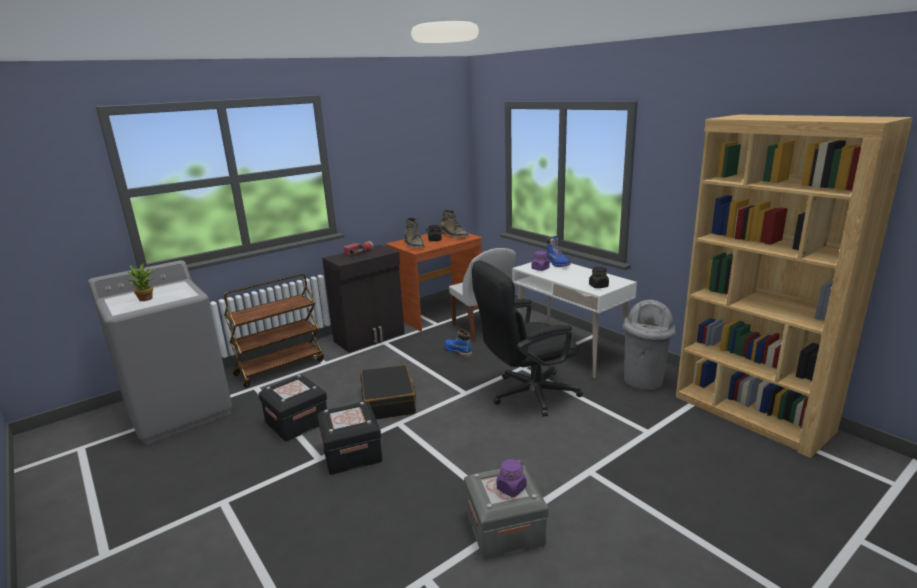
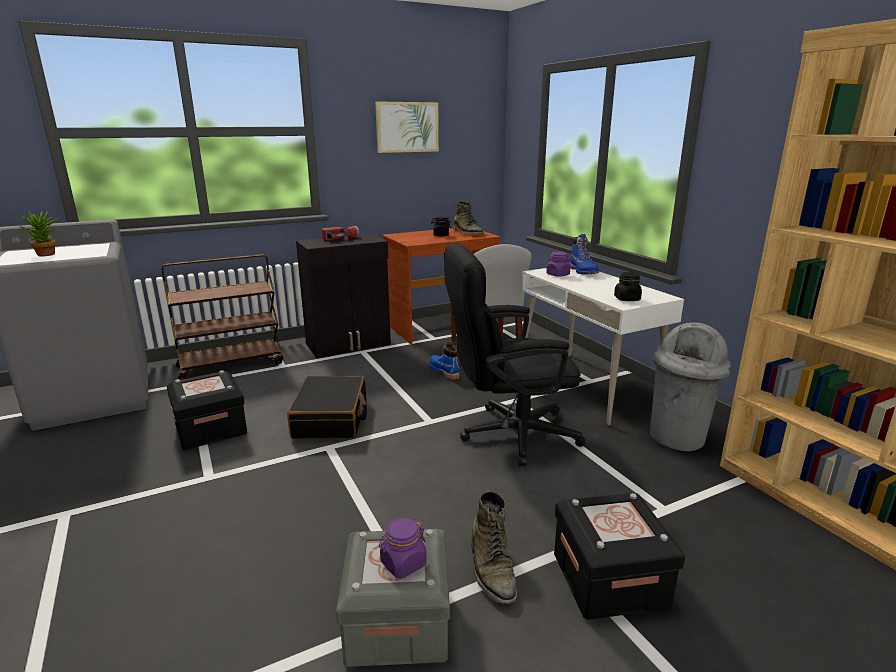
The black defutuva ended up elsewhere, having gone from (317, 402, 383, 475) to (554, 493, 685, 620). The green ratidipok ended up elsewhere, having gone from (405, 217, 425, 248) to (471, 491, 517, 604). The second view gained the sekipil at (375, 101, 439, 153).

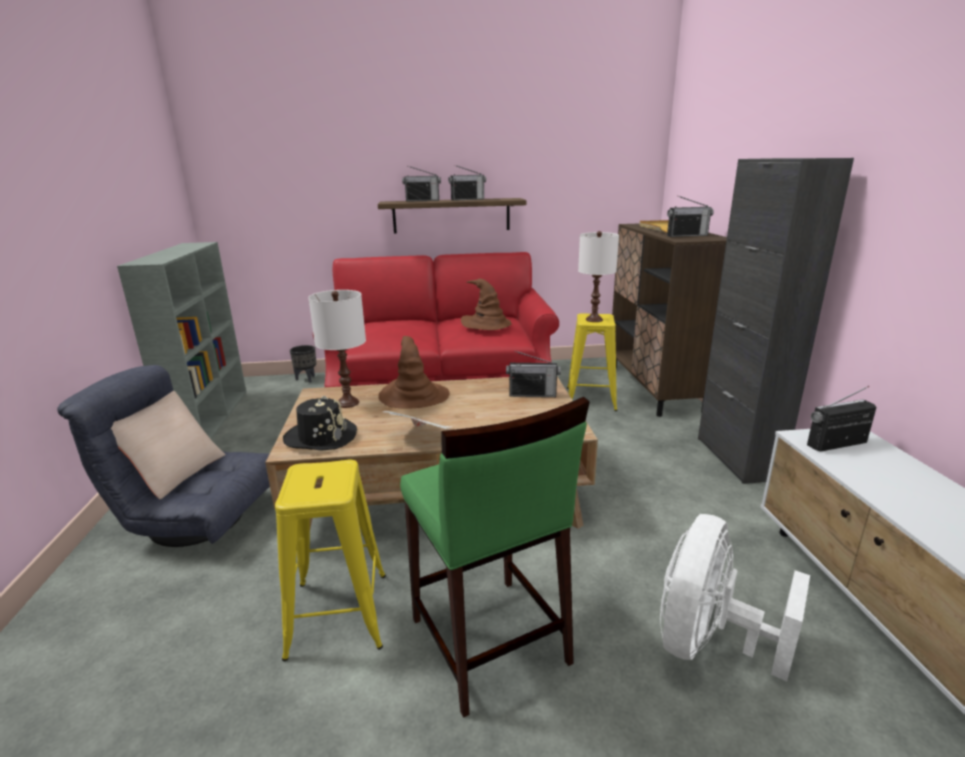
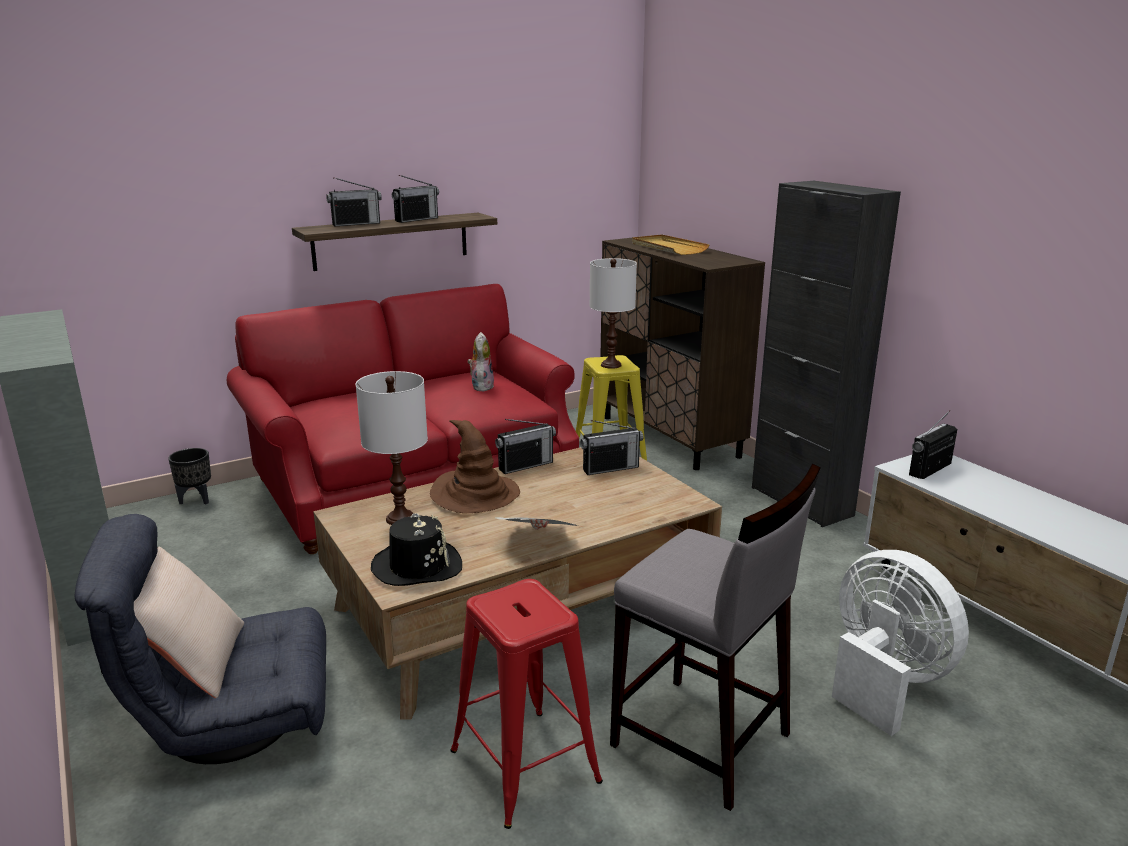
What was the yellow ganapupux at (275, 460, 386, 661) turned into the red ganapupux at (450, 579, 603, 829). What was the green ganapupux at (400, 397, 590, 718) turned into the grey ganapupux at (610, 464, 821, 811). Where the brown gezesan stood at (461, 278, 512, 330), the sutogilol came to stand at (468, 332, 494, 392). The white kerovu at (660, 514, 810, 681) ended up facing another way, 135 degrees clockwise from before. The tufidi ended up elsewhere, having gone from (667, 196, 714, 237) to (495, 419, 556, 474).

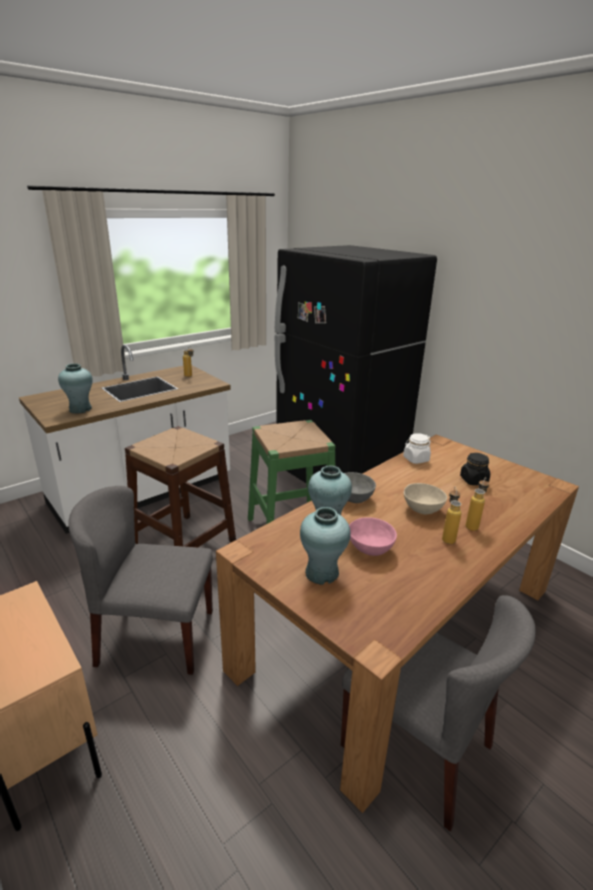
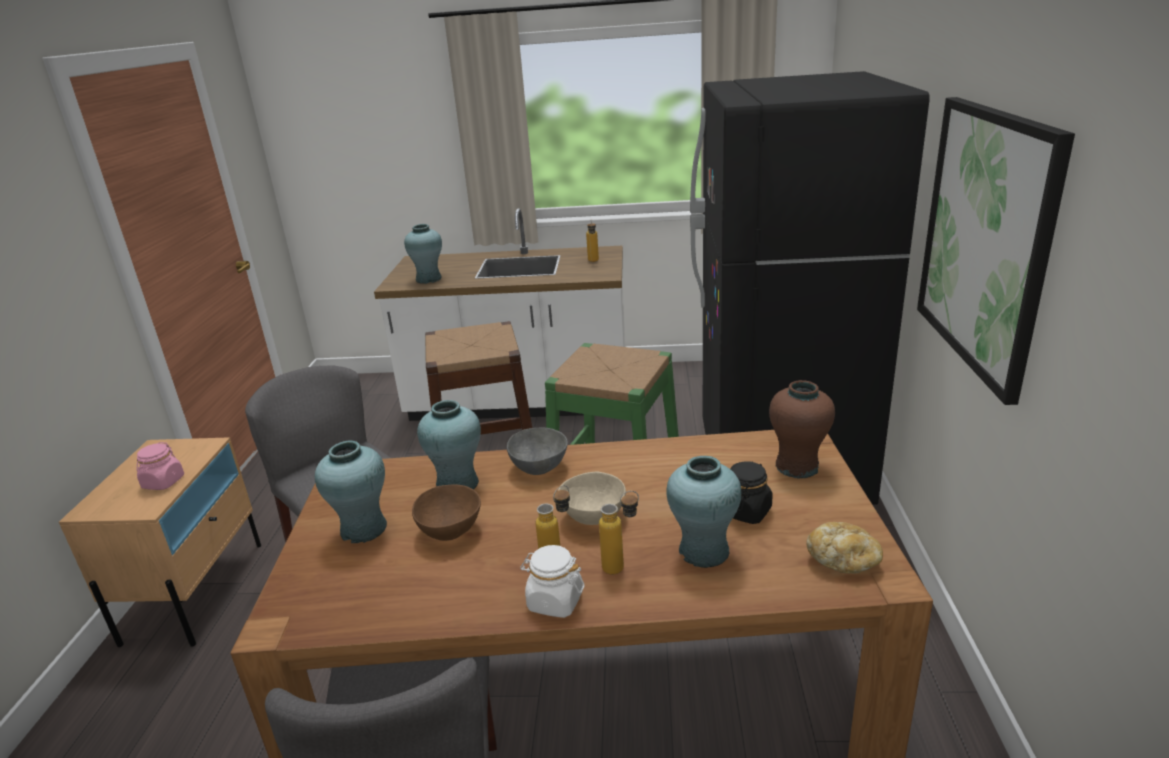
What was the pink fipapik at (349, 517, 397, 556) turned into the brown fipapik at (412, 484, 481, 541). The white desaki ended up elsewhere, having gone from (403, 433, 431, 464) to (520, 545, 585, 618). The second view gained the pink desaki at (136, 442, 184, 490). The second view gained the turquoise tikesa at (666, 456, 741, 568). The second view gained the brown tikesa at (769, 380, 835, 479). The second view gained the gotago at (806, 522, 883, 574). The second view gained the sekipil at (917, 97, 1075, 405).

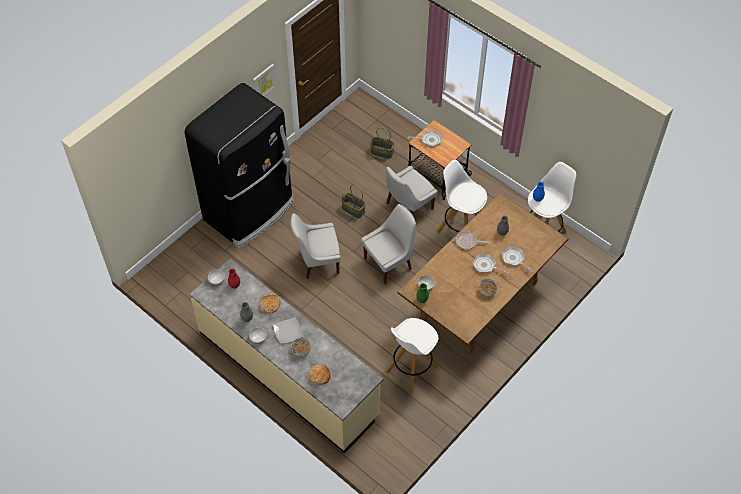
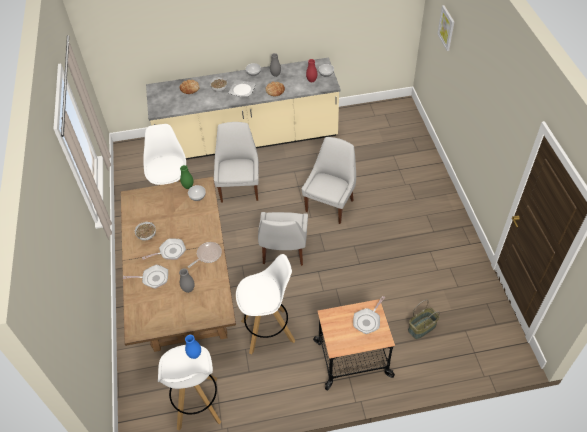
The second view lost the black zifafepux at (185, 83, 294, 248). The sekipil ended up elsewhere, having gone from (253, 64, 276, 96) to (437, 5, 454, 51). The second view lost the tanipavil at (341, 185, 366, 218). The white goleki ended up elsewhere, having gone from (386, 166, 438, 215) to (214, 122, 259, 203).

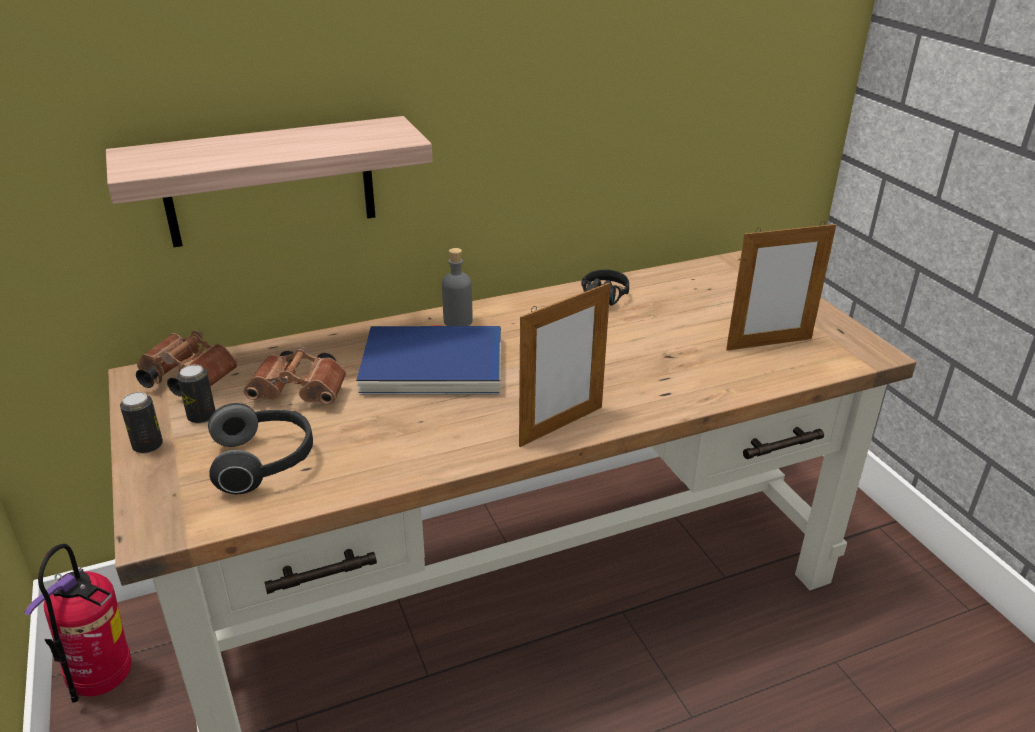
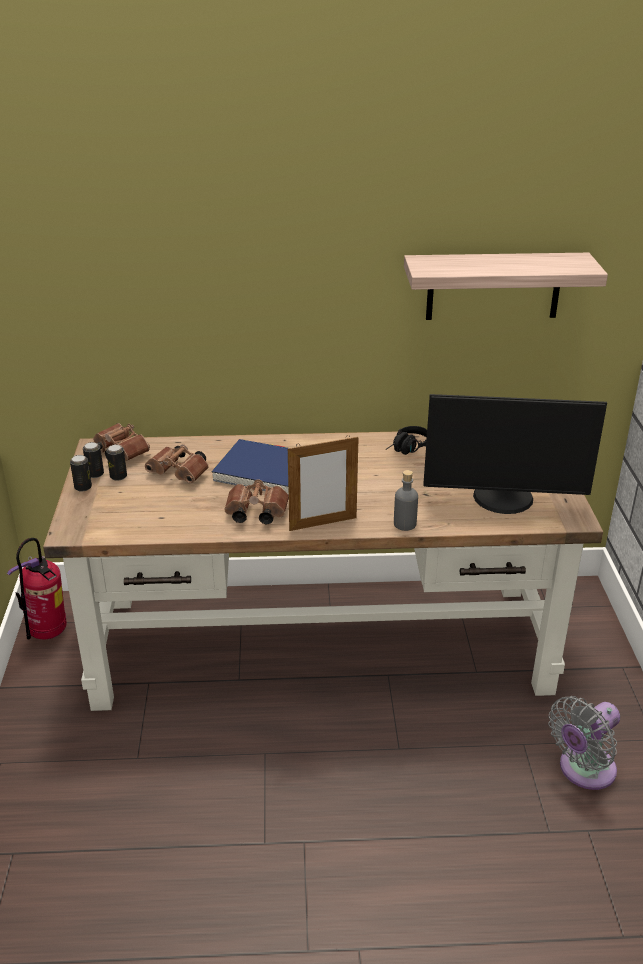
The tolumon ended up elsewhere, having gone from (106, 116, 432, 247) to (404, 253, 608, 320). The second view lost the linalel at (208, 403, 313, 494). The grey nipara ended up elsewhere, having gone from (442, 248, 473, 326) to (394, 470, 418, 531). Where the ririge stood at (726, 221, 836, 351), the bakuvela came to stand at (423, 394, 607, 514). The second view gained the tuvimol at (83, 442, 104, 478). The second view gained the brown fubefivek at (225, 479, 289, 524). The second view gained the grey kerovu at (548, 696, 620, 790).

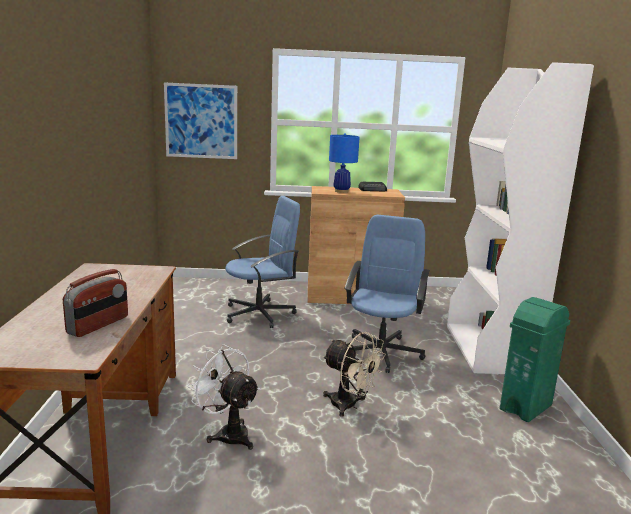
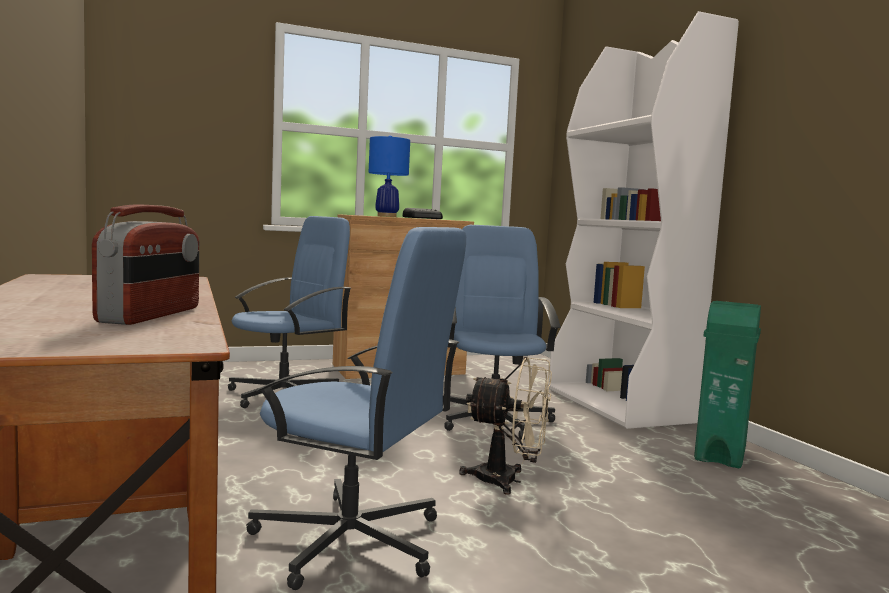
The second view lost the sekipil at (164, 83, 237, 159). Where the white kerovu stood at (187, 344, 260, 450), the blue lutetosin came to stand at (246, 227, 466, 590).

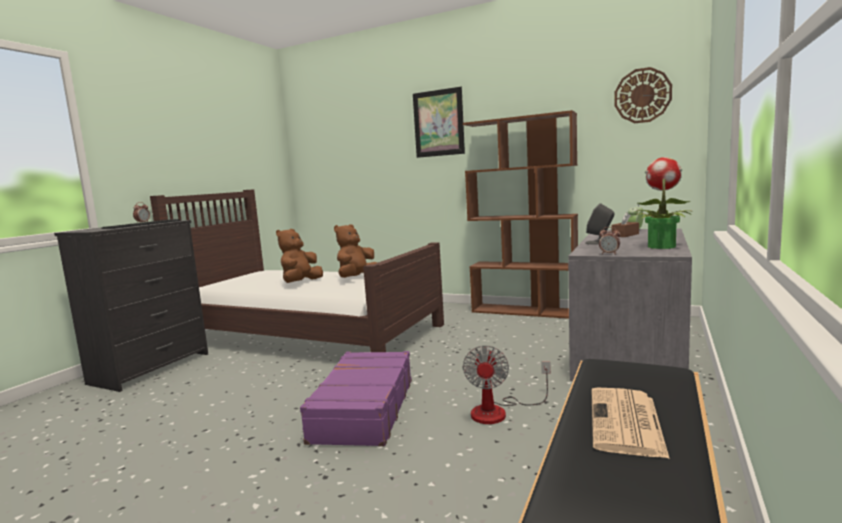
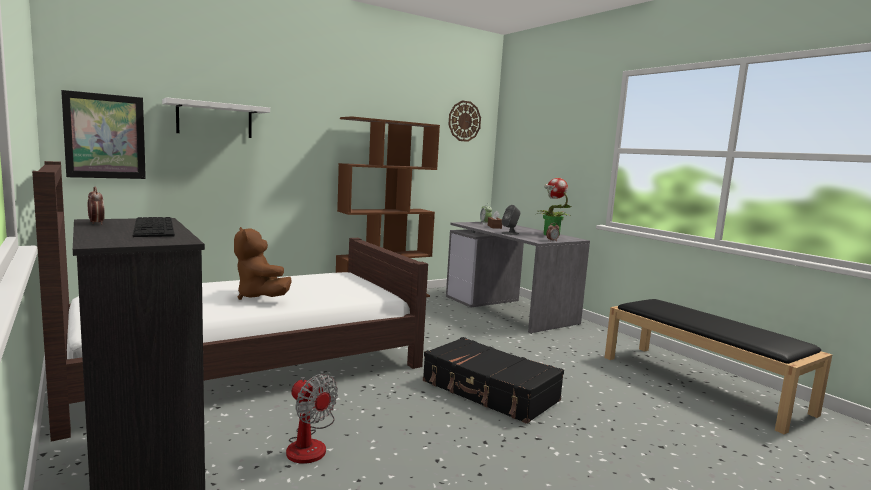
What was the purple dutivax at (300, 351, 412, 446) turned into the black dutivax at (423, 337, 564, 424). The second view lost the brown sutogilol at (334, 224, 377, 278). The sekipil ended up elsewhere, having gone from (413, 87, 465, 158) to (61, 90, 146, 179). The kerovu ended up elsewhere, having gone from (463, 345, 551, 424) to (286, 374, 338, 464). The second view lost the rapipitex at (592, 388, 670, 459). The second view gained the white tolumon at (162, 97, 270, 138).

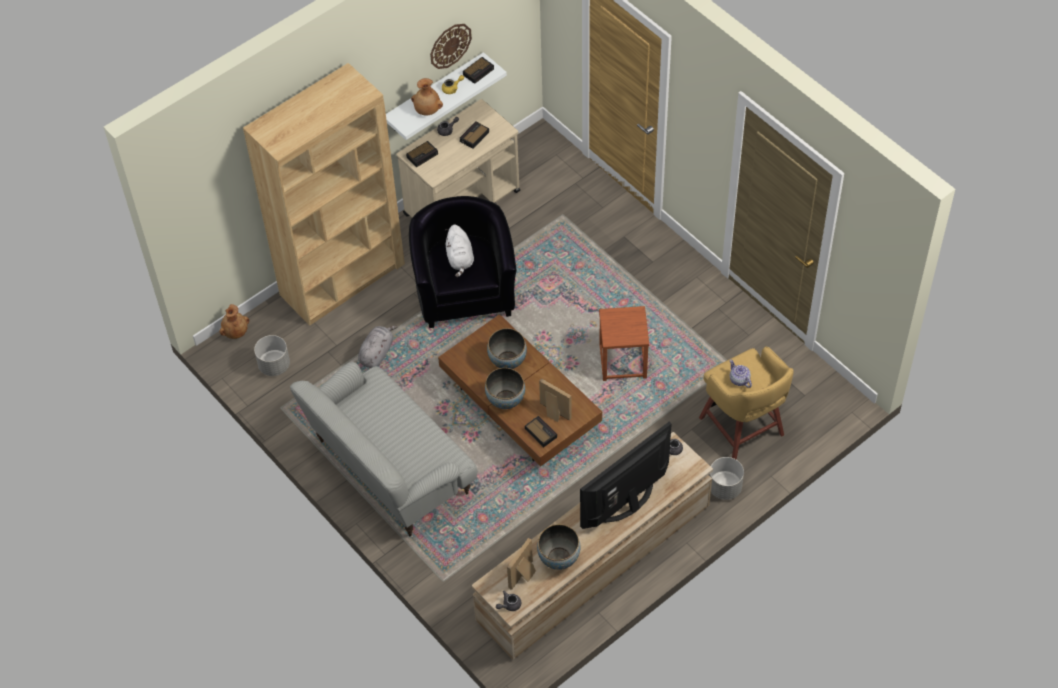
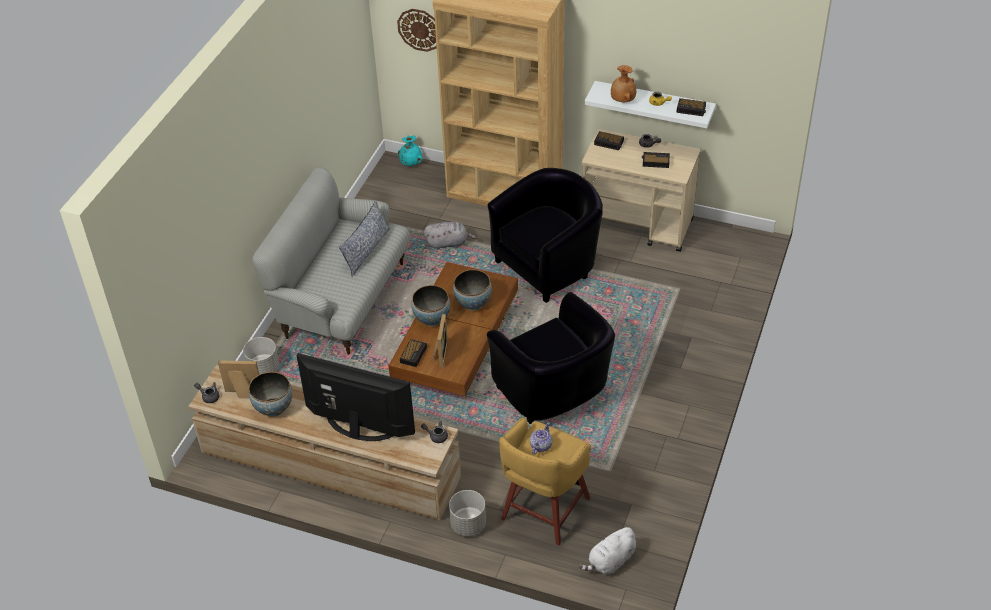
What was the brown tikesa at (220, 304, 249, 339) turned into the turquoise tikesa at (398, 135, 423, 166). The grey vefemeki ended up elsewhere, having gone from (254, 335, 290, 376) to (243, 337, 279, 375). The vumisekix ended up elsewhere, having gone from (430, 24, 472, 69) to (397, 9, 437, 52). The white sutogilol ended up elsewhere, having gone from (445, 224, 474, 277) to (579, 526, 636, 574). Where the brown ganapupux stood at (599, 306, 649, 381), the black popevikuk came to stand at (487, 292, 615, 424). The second view gained the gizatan at (339, 200, 390, 277).

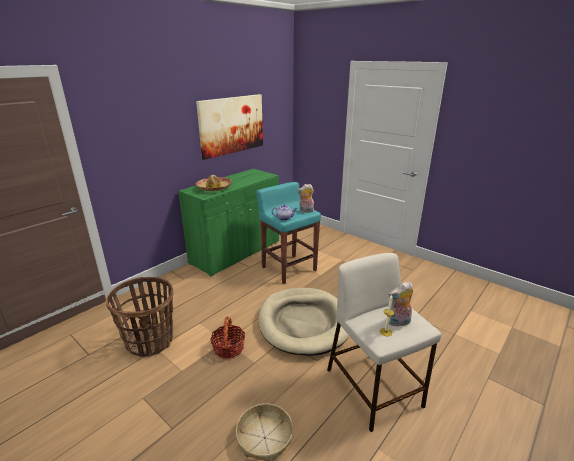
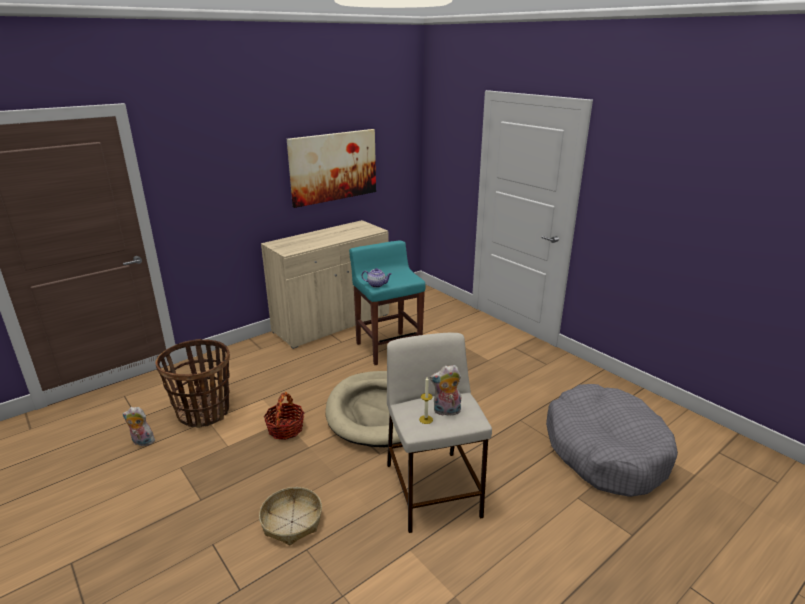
What was the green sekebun at (178, 169, 279, 276) turned into the beige sekebun at (261, 220, 389, 349). The second view lost the gezesan at (196, 175, 232, 191). The sutogilol ended up elsewhere, having gone from (297, 184, 314, 213) to (122, 407, 155, 446). The second view gained the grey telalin at (546, 384, 678, 497).

